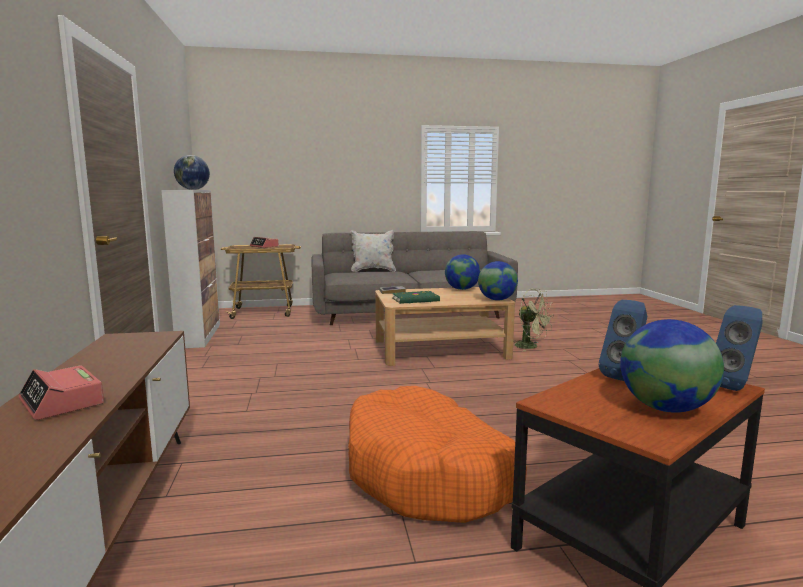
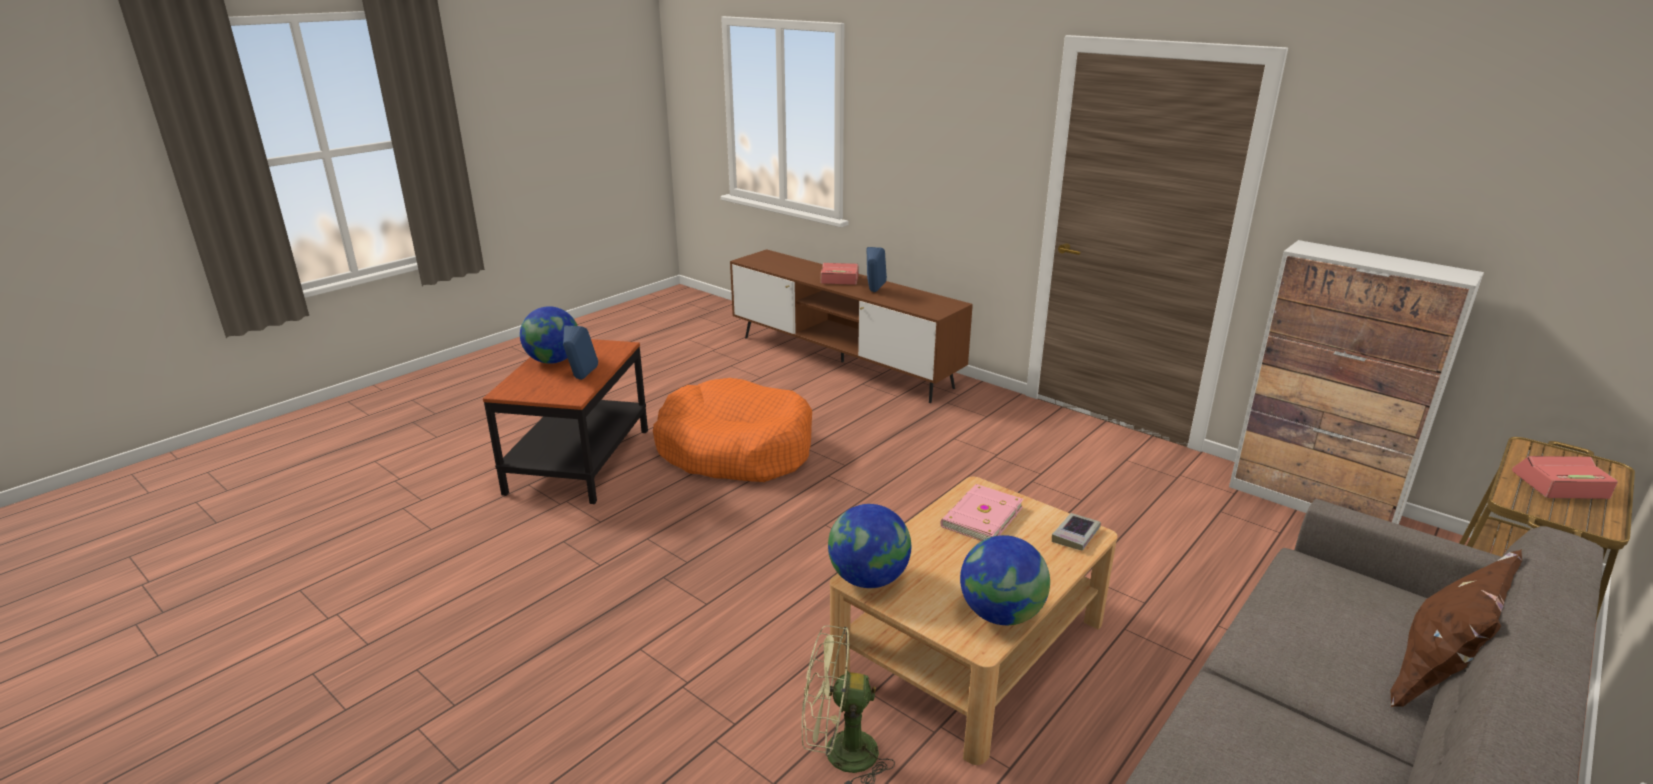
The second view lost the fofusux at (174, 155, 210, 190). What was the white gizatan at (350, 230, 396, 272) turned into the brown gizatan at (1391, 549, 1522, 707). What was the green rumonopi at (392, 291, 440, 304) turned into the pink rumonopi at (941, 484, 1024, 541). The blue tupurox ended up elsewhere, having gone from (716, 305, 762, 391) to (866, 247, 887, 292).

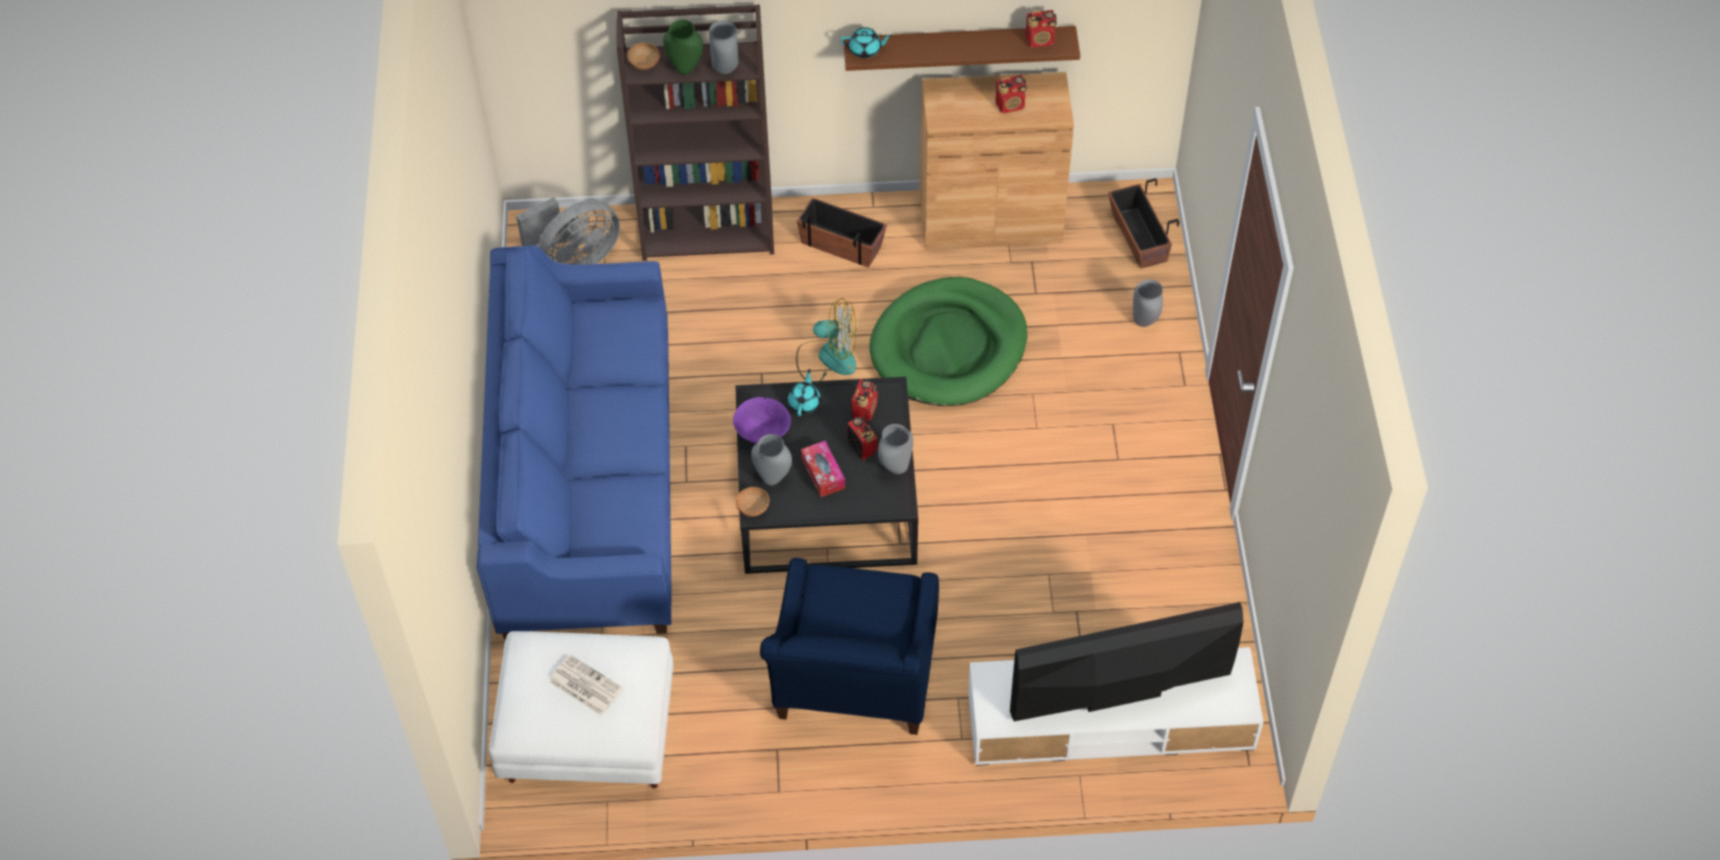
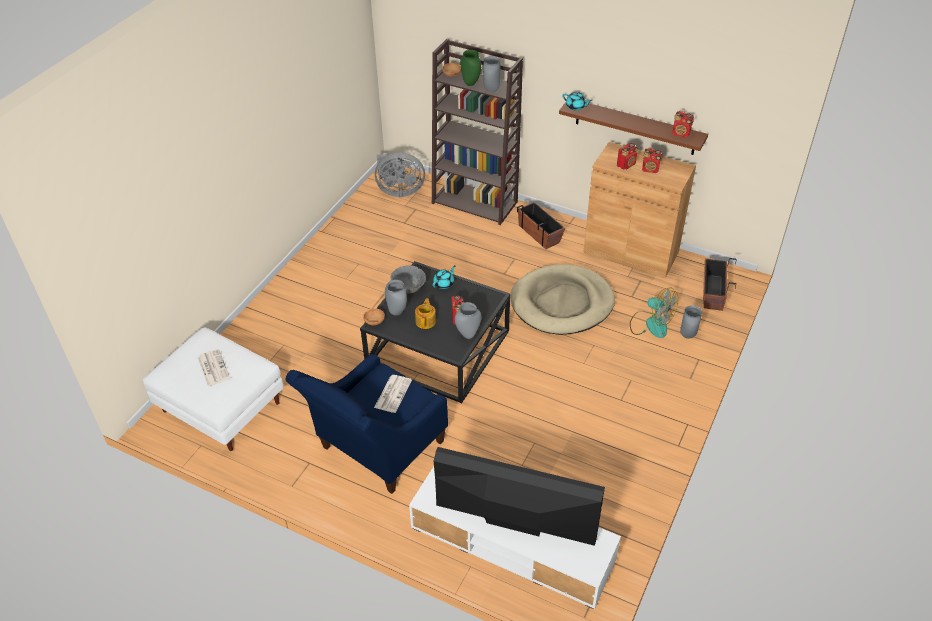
The second view lost the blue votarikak at (477, 245, 672, 640). What was the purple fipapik at (733, 397, 791, 444) turned into the grey fipapik at (391, 265, 426, 294). The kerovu ended up elsewhere, having gone from (796, 298, 856, 381) to (630, 288, 678, 338). Where the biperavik stood at (801, 441, 845, 497), the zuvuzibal came to stand at (415, 298, 436, 329). The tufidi ended up elsewhere, having gone from (851, 379, 877, 422) to (617, 143, 637, 169). What was the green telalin at (869, 277, 1027, 406) turned into the beige telalin at (511, 264, 615, 335). The second view gained the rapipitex at (374, 375, 412, 413).

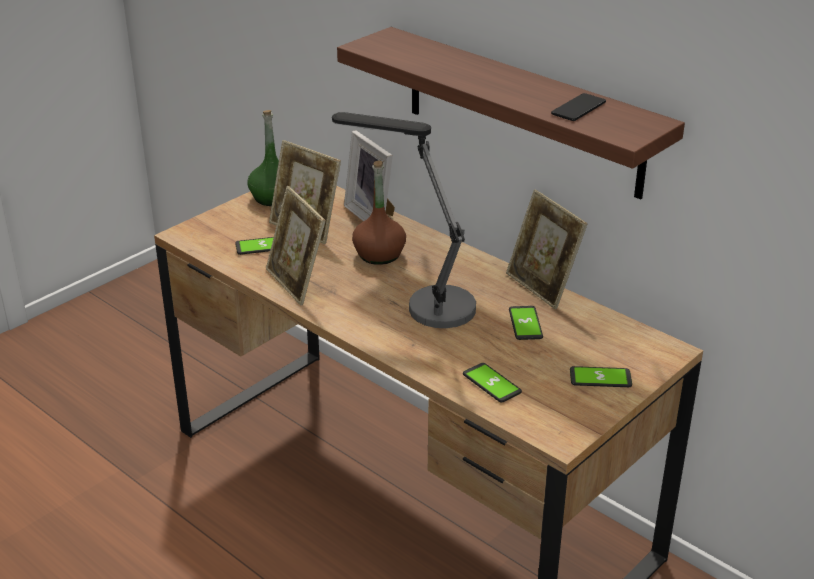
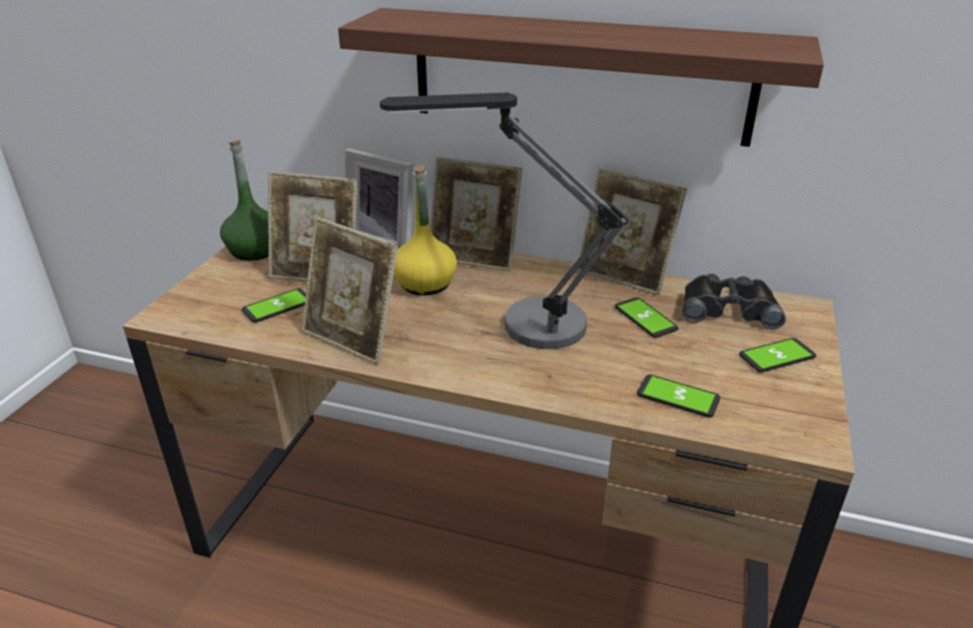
What was the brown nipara at (352, 160, 406, 265) turned into the yellow nipara at (394, 165, 457, 296). The second view lost the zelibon at (551, 93, 606, 121). The second view gained the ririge at (430, 157, 522, 271). The second view gained the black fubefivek at (683, 274, 786, 330).

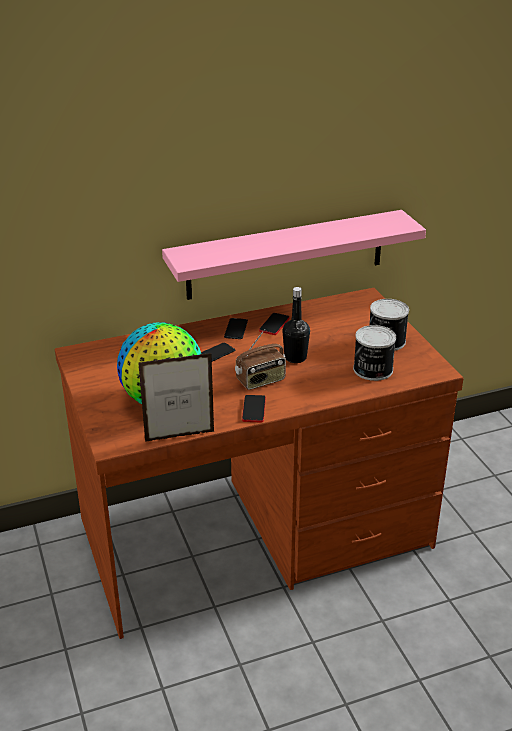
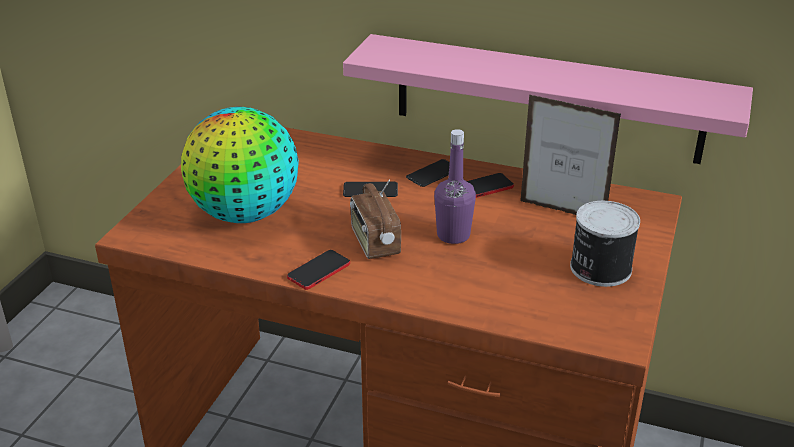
The ririge ended up elsewhere, having gone from (138, 353, 214, 442) to (520, 94, 621, 215). The tufidi at (235, 329, 286, 390) ended up facing another way, 60 degrees clockwise from before. What was the black nipara at (282, 287, 310, 363) turned into the purple nipara at (434, 129, 476, 244). The second view lost the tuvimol at (353, 325, 396, 381).

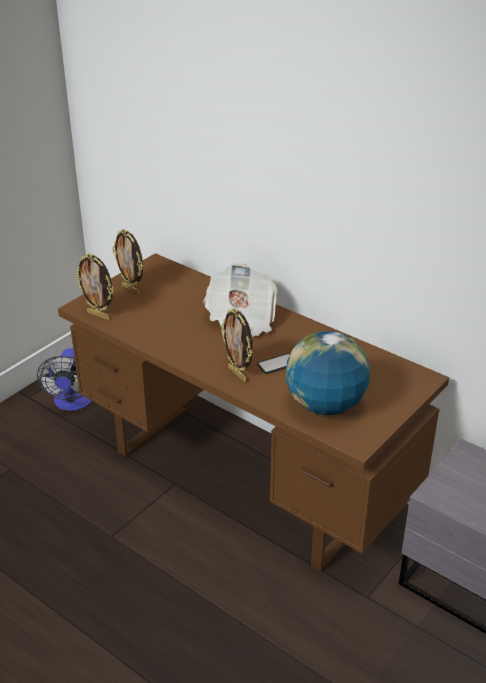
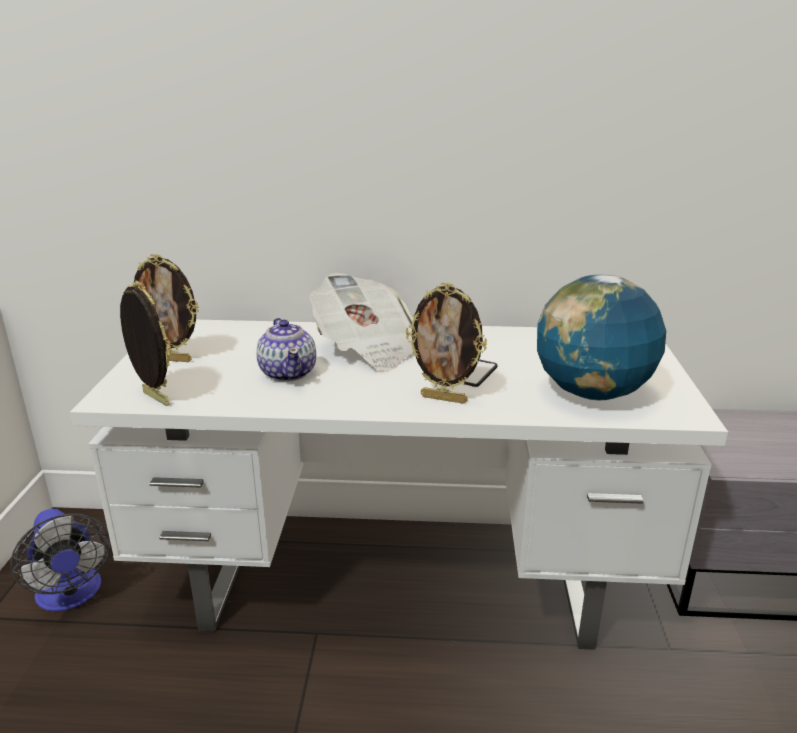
What was the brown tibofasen at (58, 253, 449, 573) turned into the white tibofasen at (70, 320, 728, 650). The ririge at (75, 253, 114, 320) ended up facing another way, 135 degrees counterclockwise from before. The second view gained the zuvuzibal at (256, 318, 316, 382).

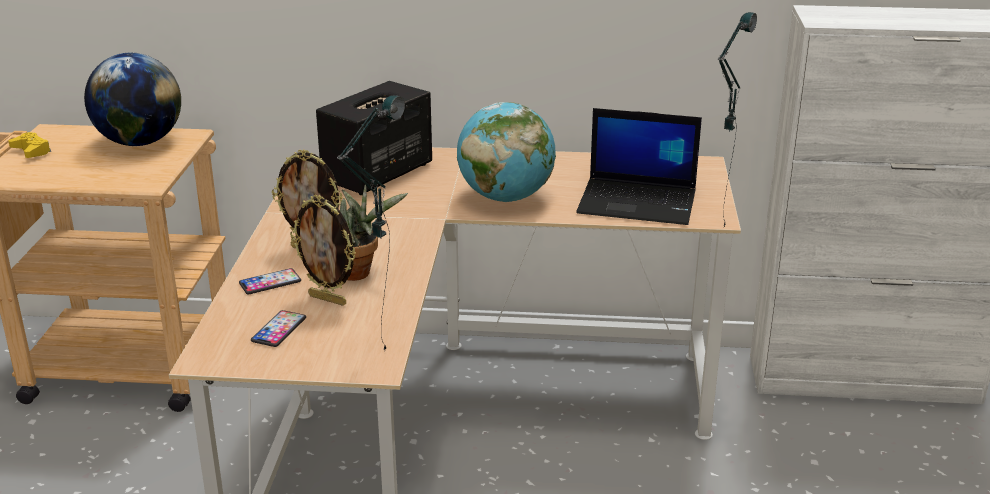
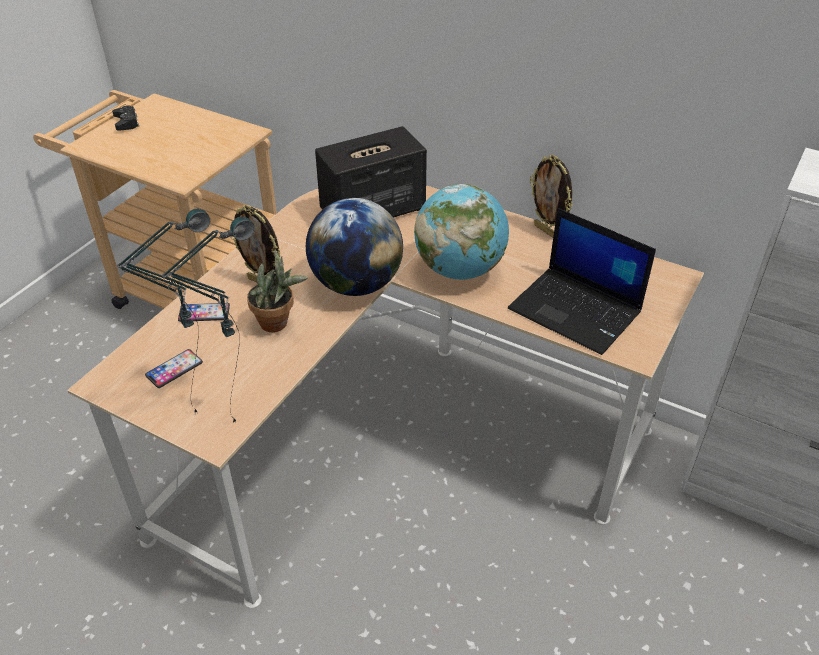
What was the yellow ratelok at (8, 132, 51, 158) turned into the black ratelok at (112, 105, 139, 131). The fofusux ended up elsewhere, having gone from (84, 53, 181, 146) to (306, 198, 403, 296). The ririge ended up elsewhere, having gone from (290, 195, 356, 306) to (530, 155, 573, 238). The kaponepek ended up elsewhere, having gone from (717, 12, 757, 226) to (117, 209, 210, 414).

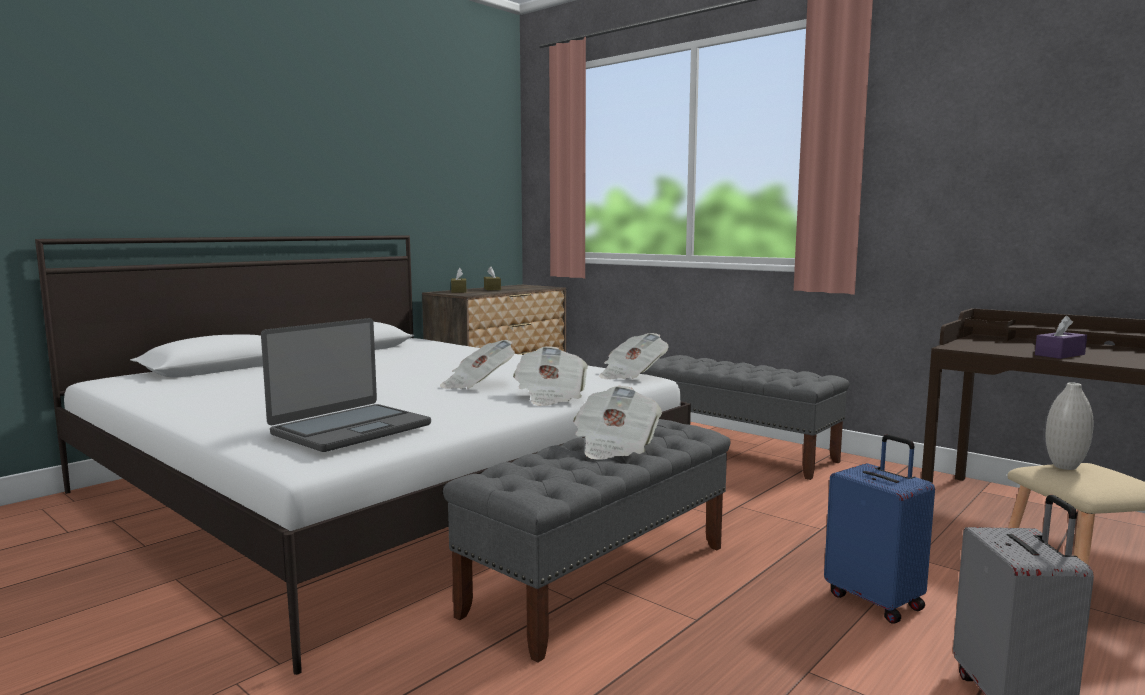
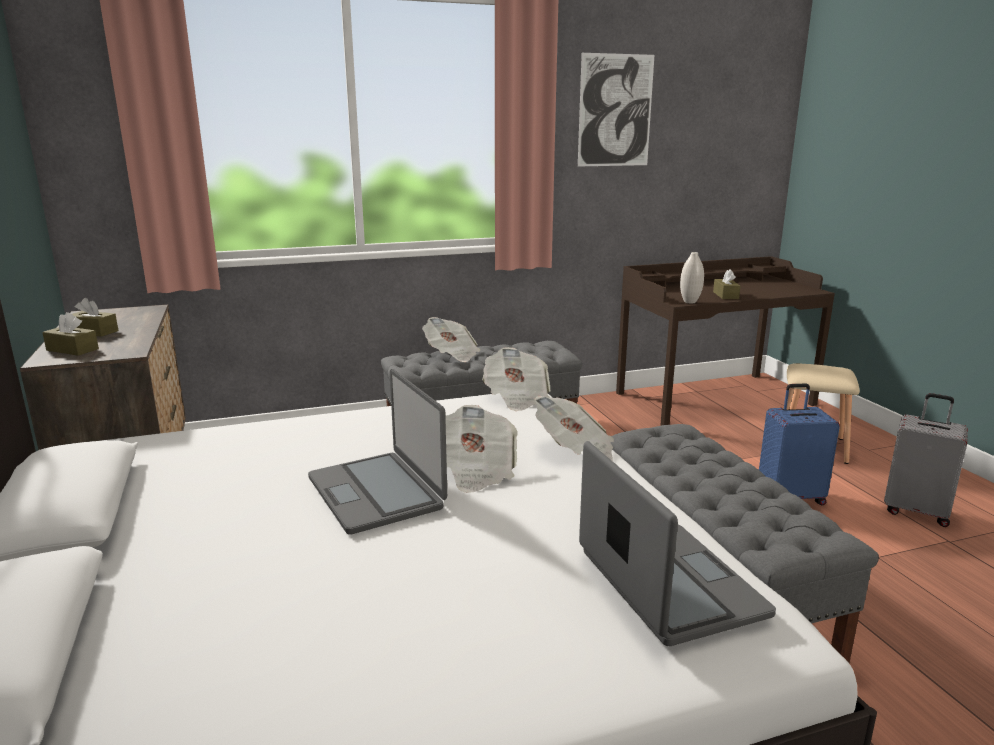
The rapipitex ended up elsewhere, having gone from (573, 386, 662, 460) to (422, 317, 480, 362). What was the purple biperavik at (1035, 316, 1087, 359) turned into the brown biperavik at (713, 269, 741, 299). The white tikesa ended up elsewhere, having gone from (1046, 382, 1094, 470) to (680, 252, 704, 304). The second view gained the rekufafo at (308, 369, 447, 535). The second view gained the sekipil at (578, 53, 654, 167).

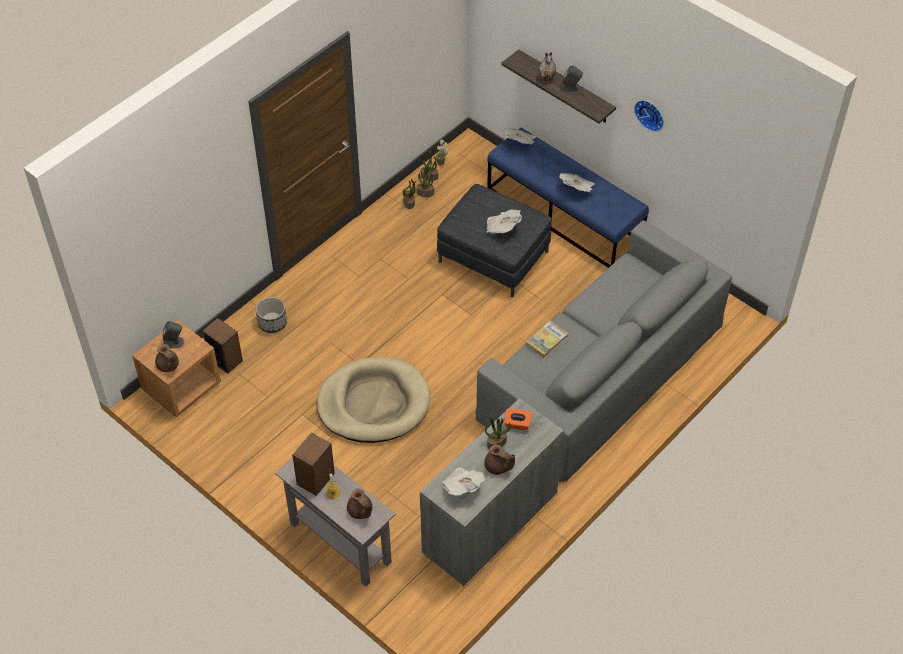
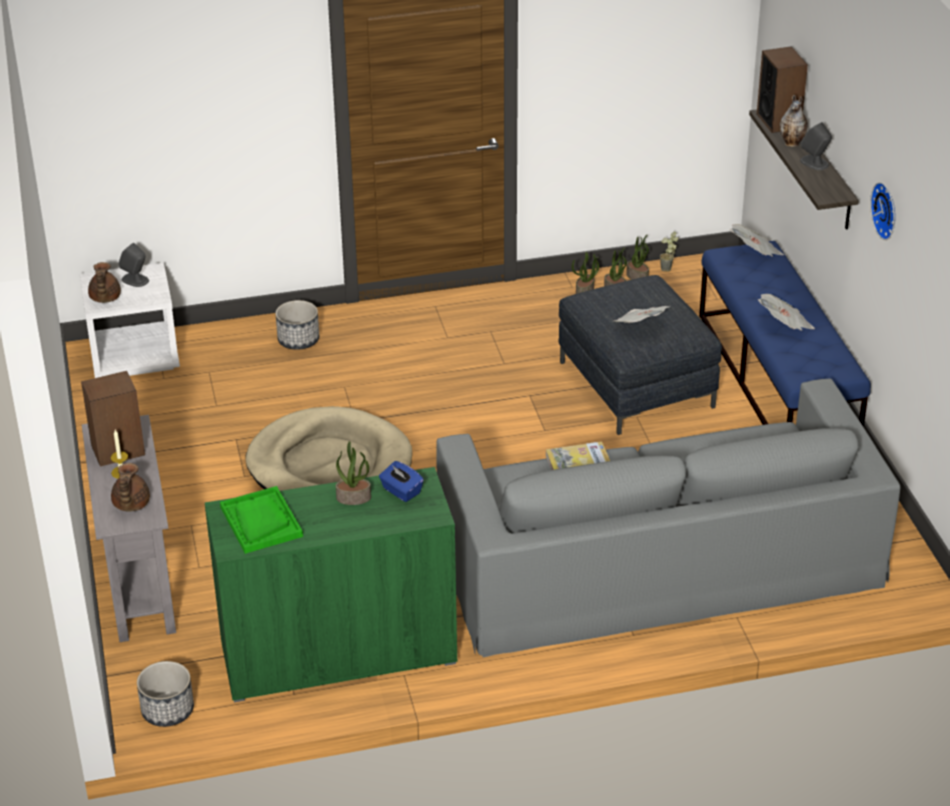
What was the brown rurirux at (132, 320, 221, 417) turned into the white rurirux at (80, 263, 180, 378). The tupurox ended up elsewhere, having gone from (202, 318, 243, 374) to (757, 46, 808, 133). What was the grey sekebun at (420, 398, 564, 586) turned into the green sekebun at (205, 467, 458, 702). Where the rapipitex stood at (441, 467, 485, 496), the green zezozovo came to stand at (220, 486, 303, 554). The second view lost the brown zuvuzibal at (484, 444, 515, 475). What was the orange biperavik at (504, 408, 532, 430) turned into the blue biperavik at (379, 461, 424, 502). The second view gained the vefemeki at (137, 661, 194, 727).

